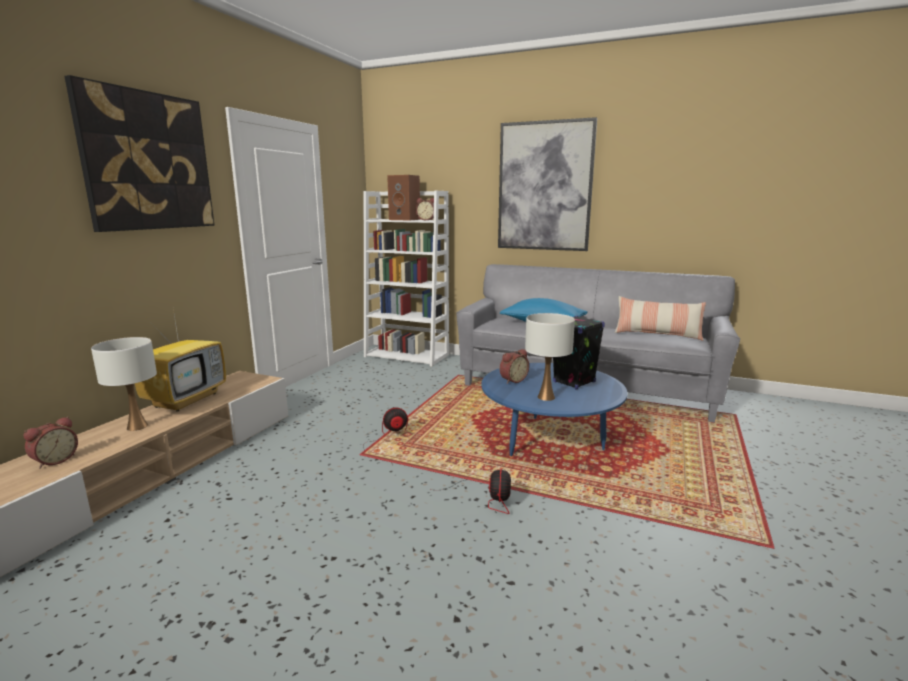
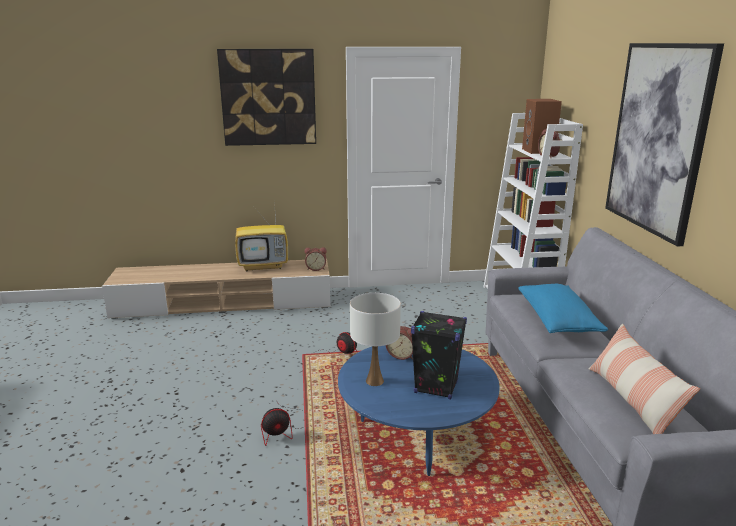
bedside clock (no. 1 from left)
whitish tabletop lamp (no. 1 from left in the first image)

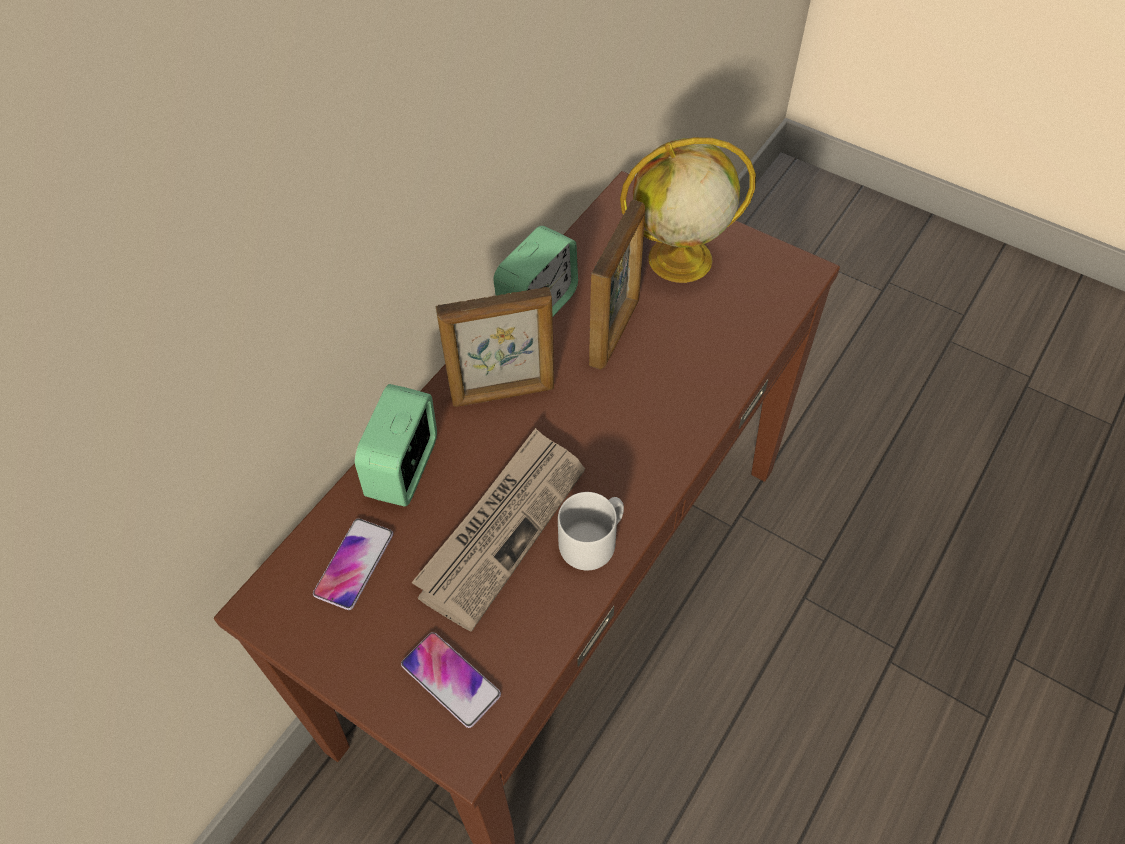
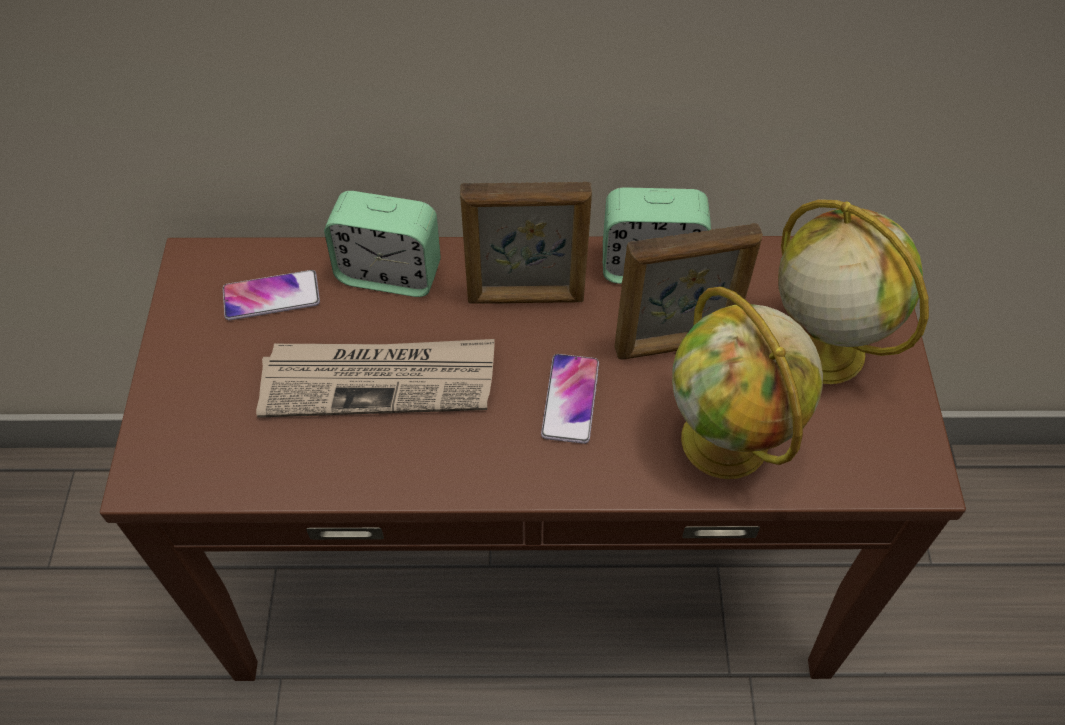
bedside clock (no. 1 from left)
photo frame (no. 1 from left)
telephone (no. 2 from left)
world globe (no. 1 from left)
grey coffee mug

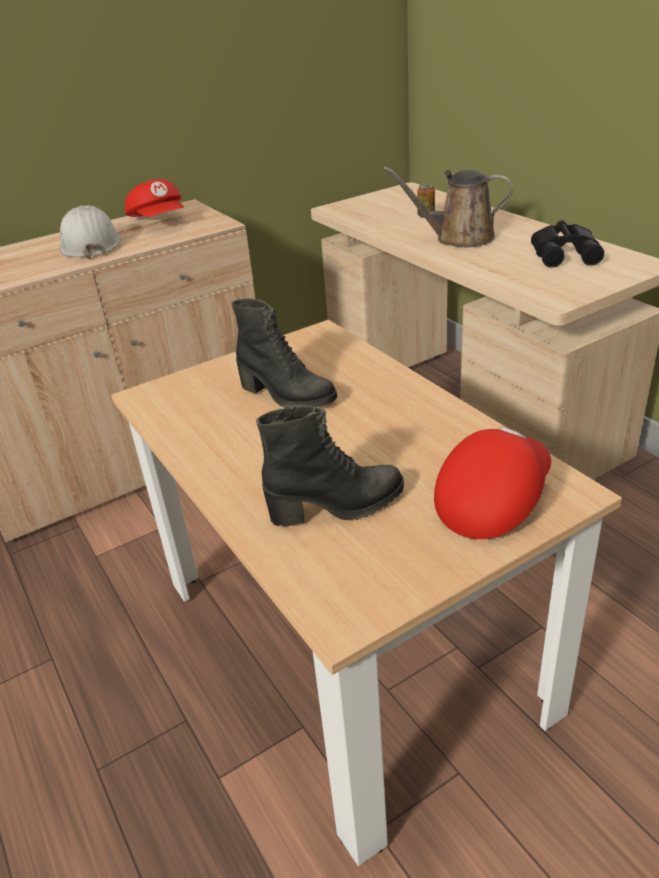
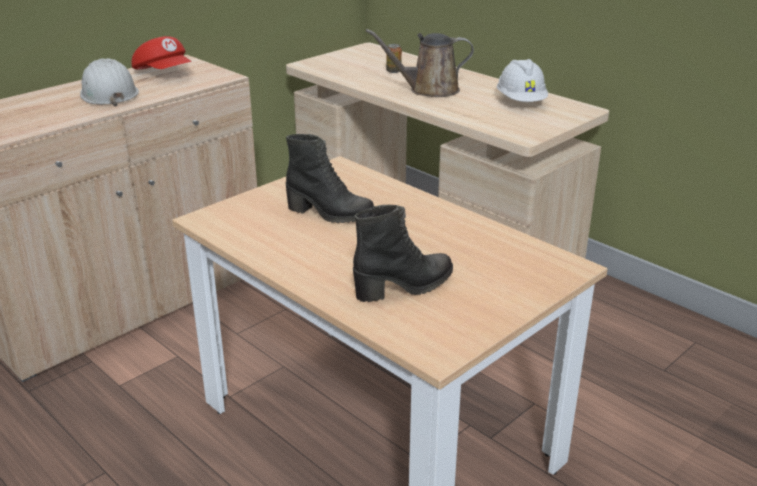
whitish hard hat (no. 2 from left)
red-coloured cap (no. 2 from left in the first image)

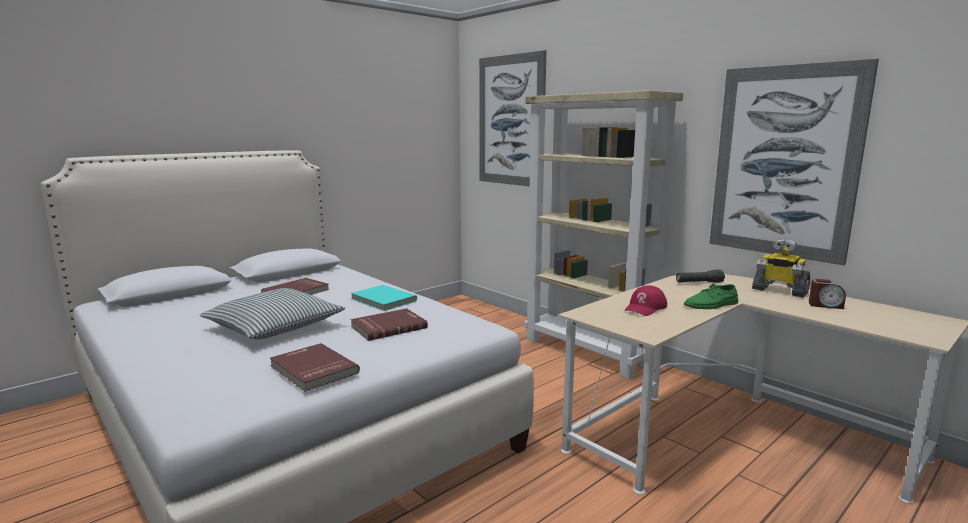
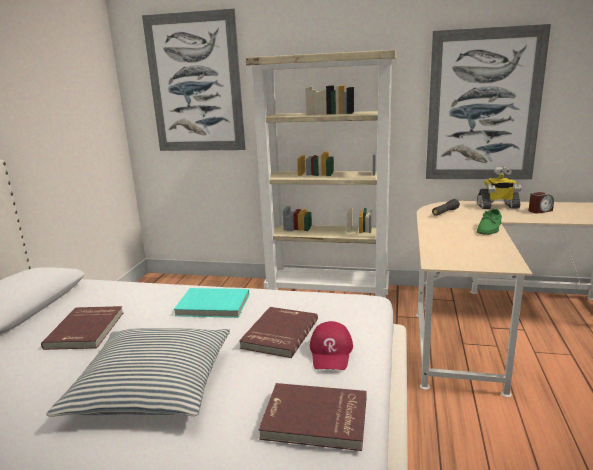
red-coloured cap

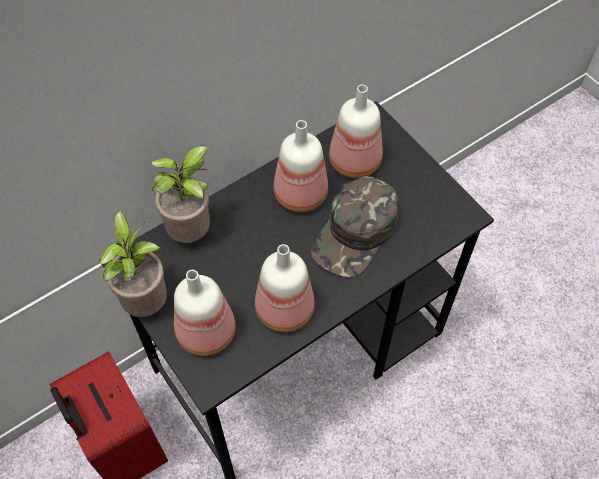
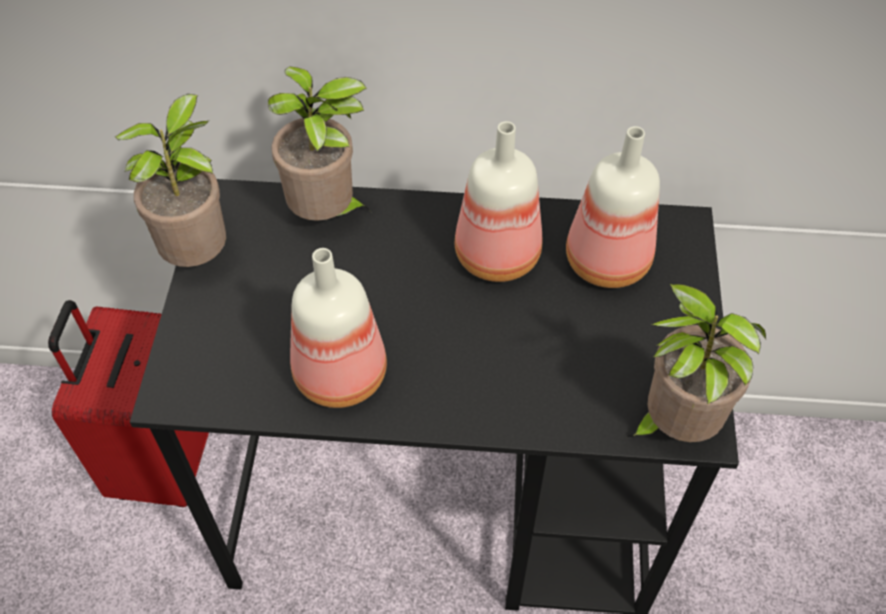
houseplant (no. 3 from left)
beverage bottle (no. 1 from left in the first image)
green cap

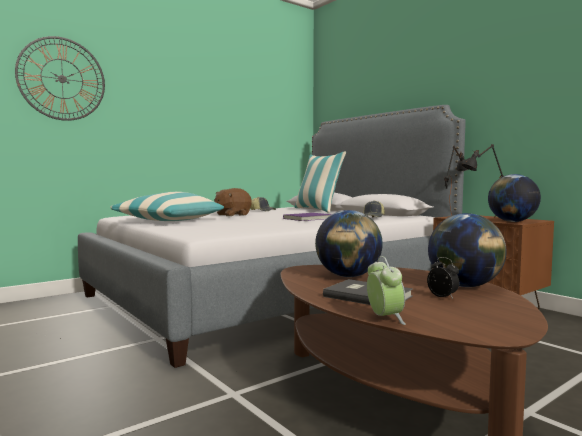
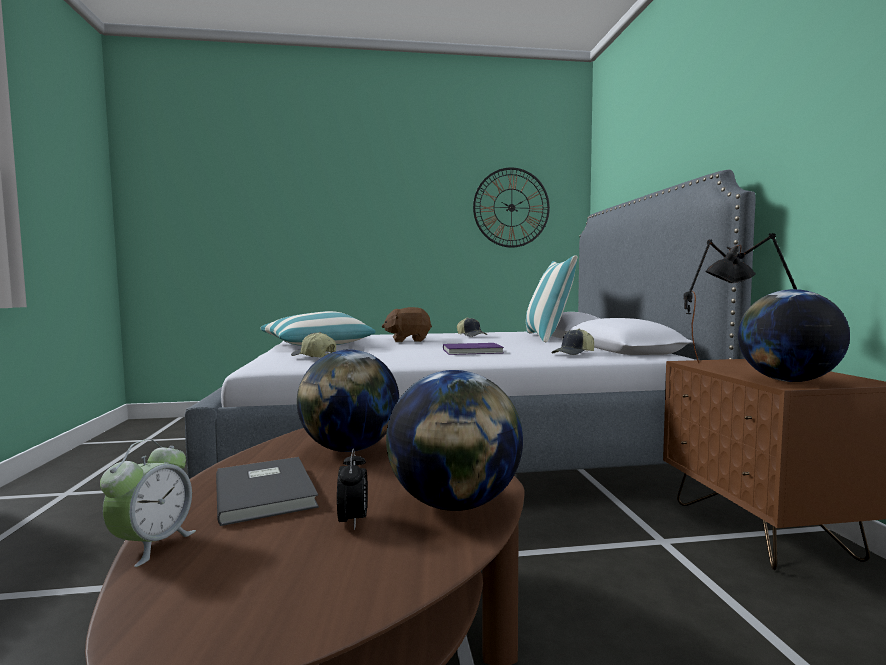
cap (no. 1 from left)
hanging clock

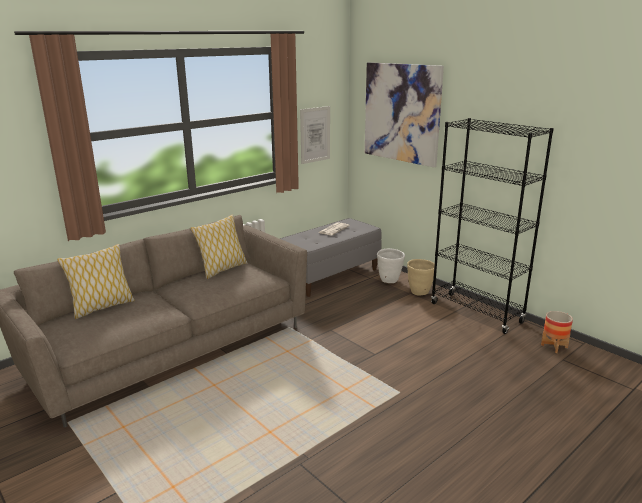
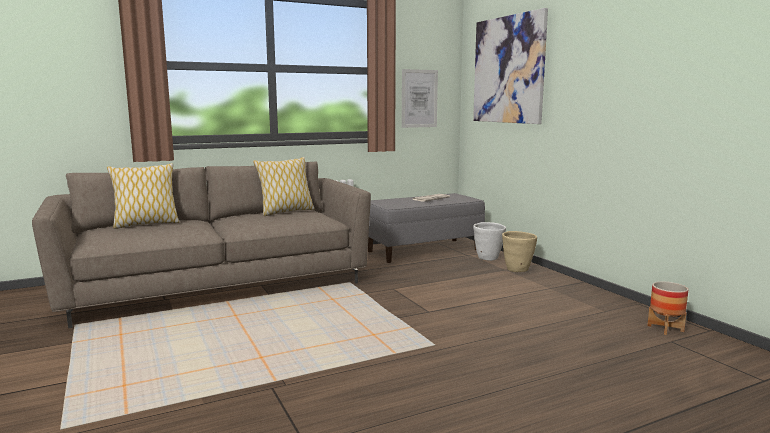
black shelving unit

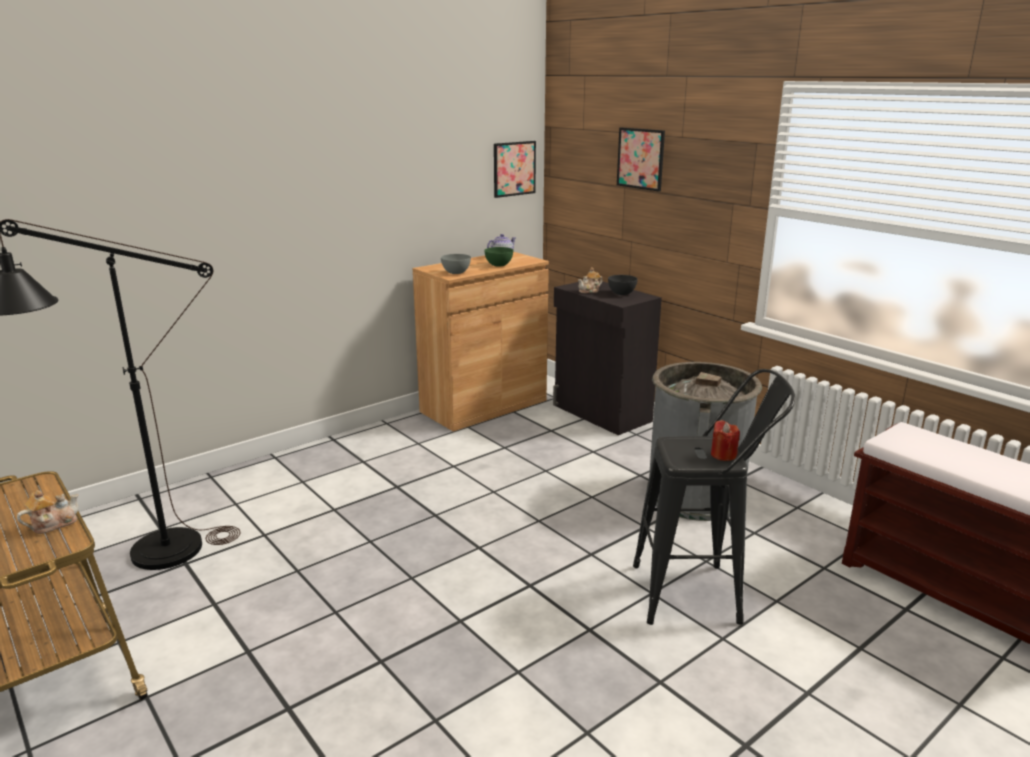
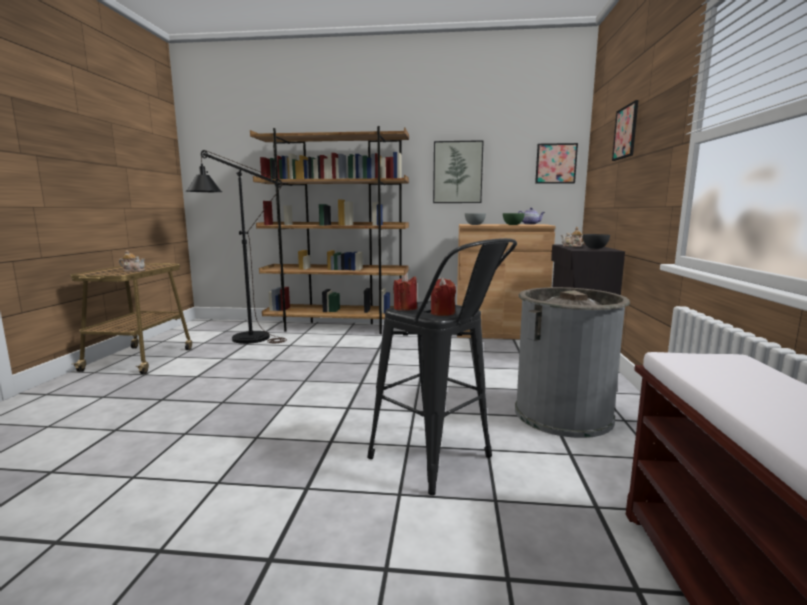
brownish shelving unit
red-coloured wax candle (no. 1 from left)
wall art (no. 1 from left)

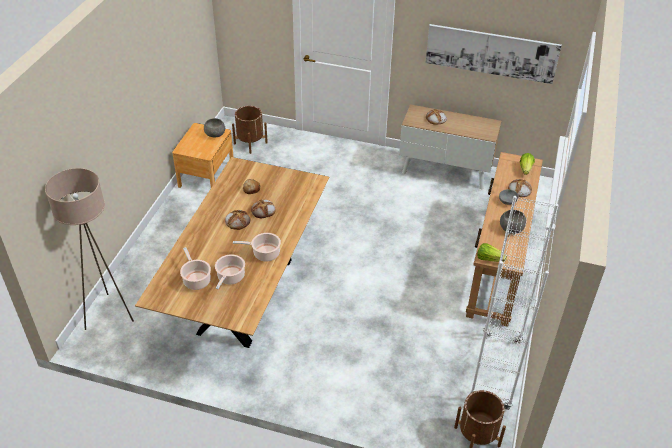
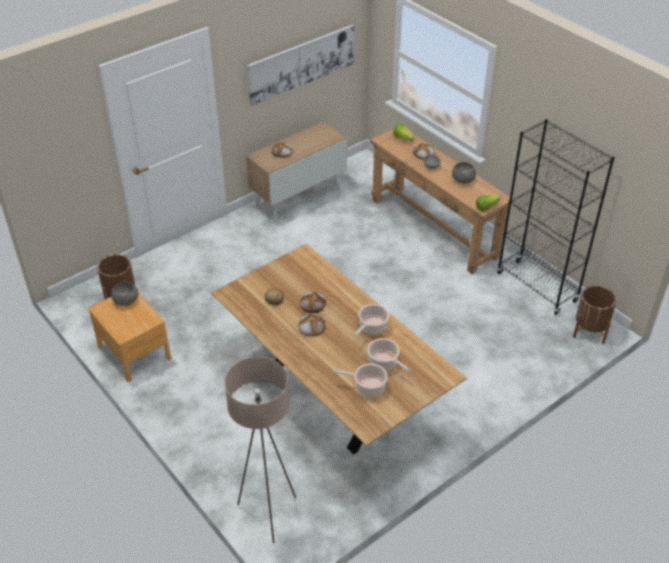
black shelving unit

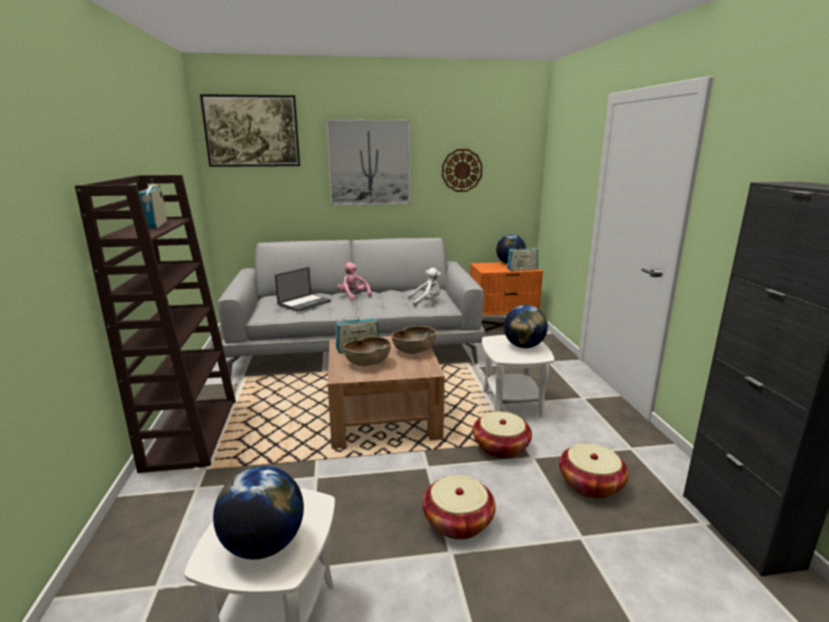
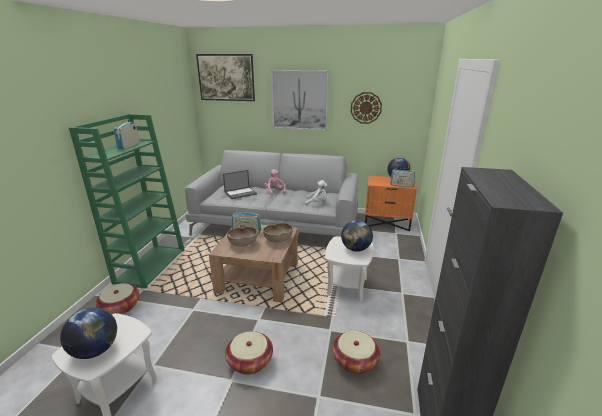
green shelving unit
basket (no. 1 from left)

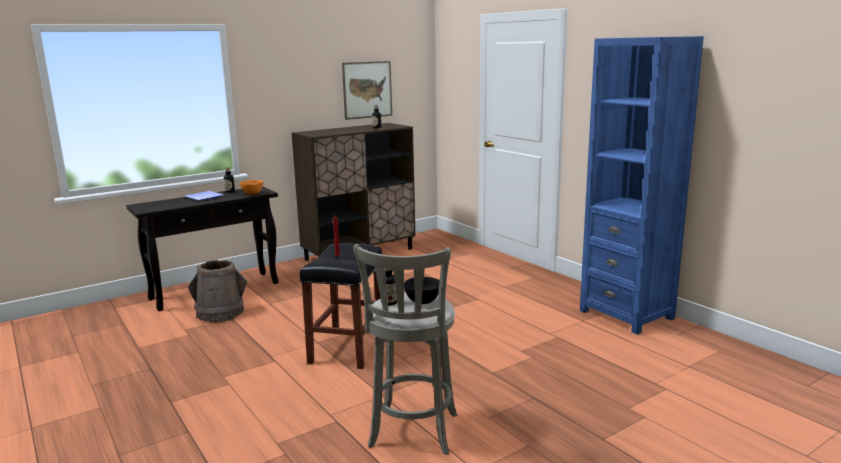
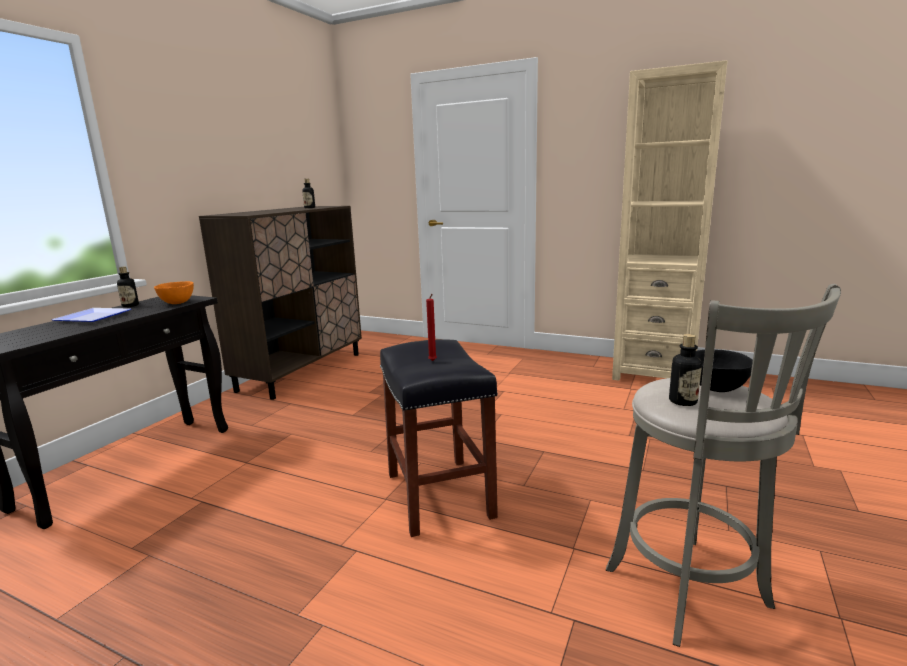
sand-coloured shelving unit
brownish water bucket
wall art

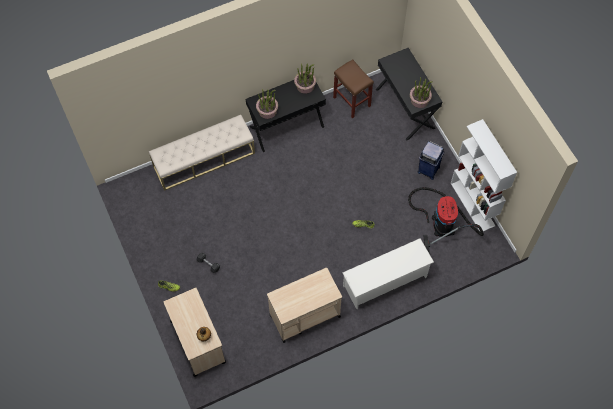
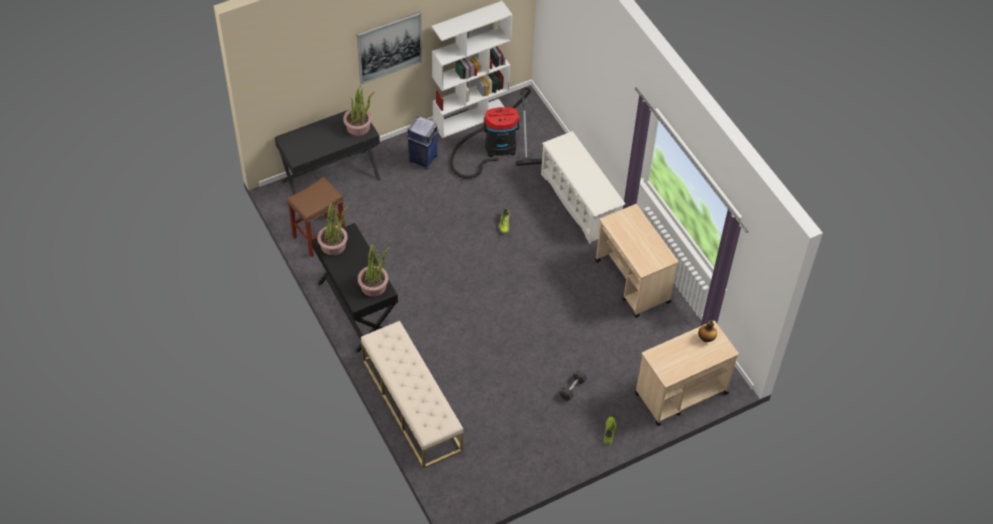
wall art

